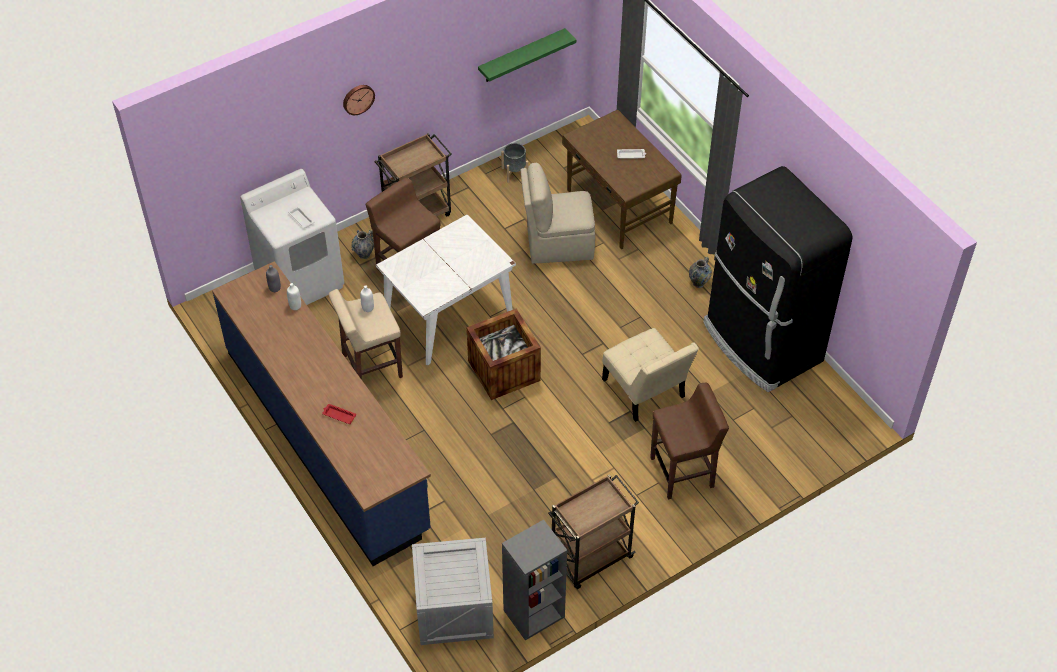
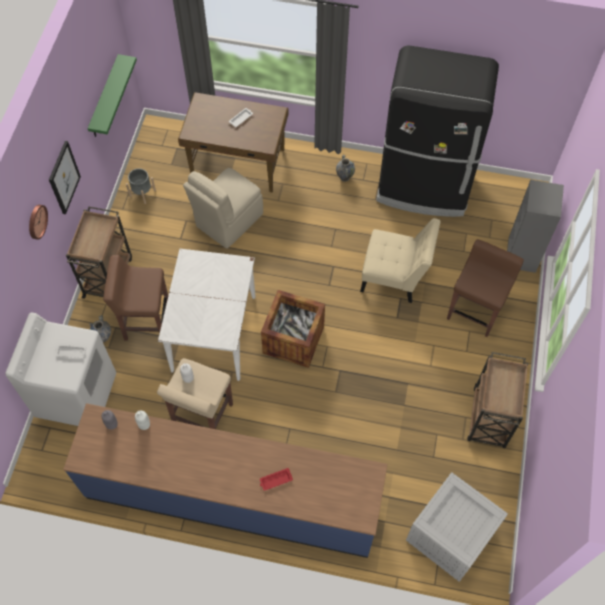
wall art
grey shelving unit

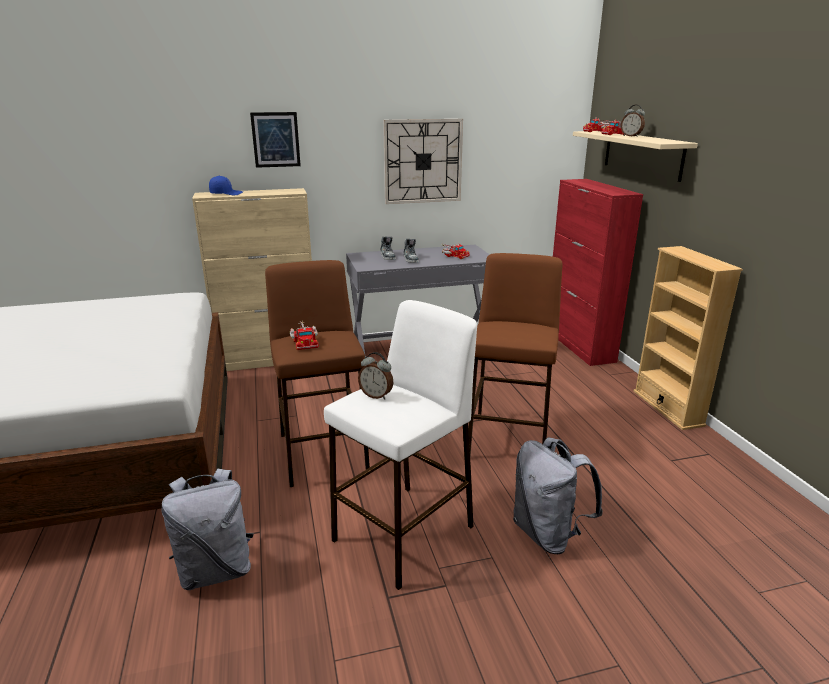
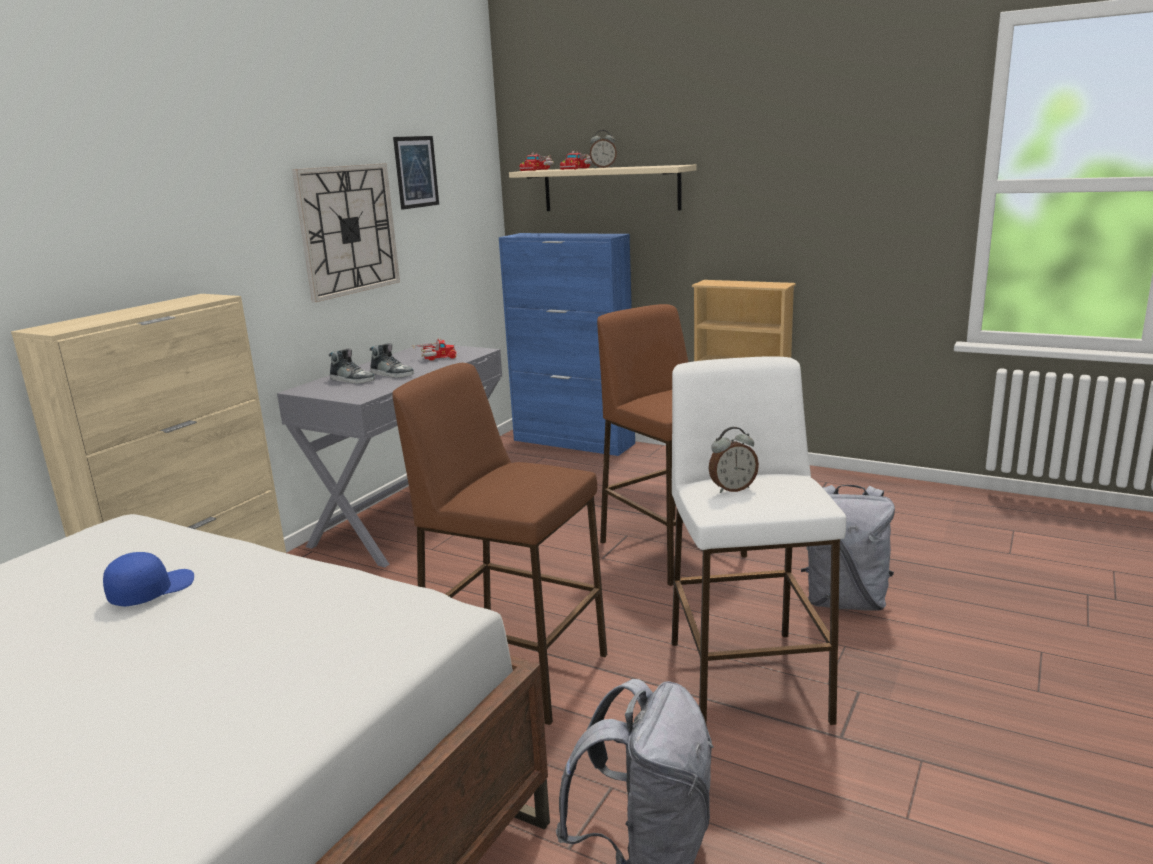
bluish cap
wall art
bluish cupboard
model truck (no. 1 from left in the first image)

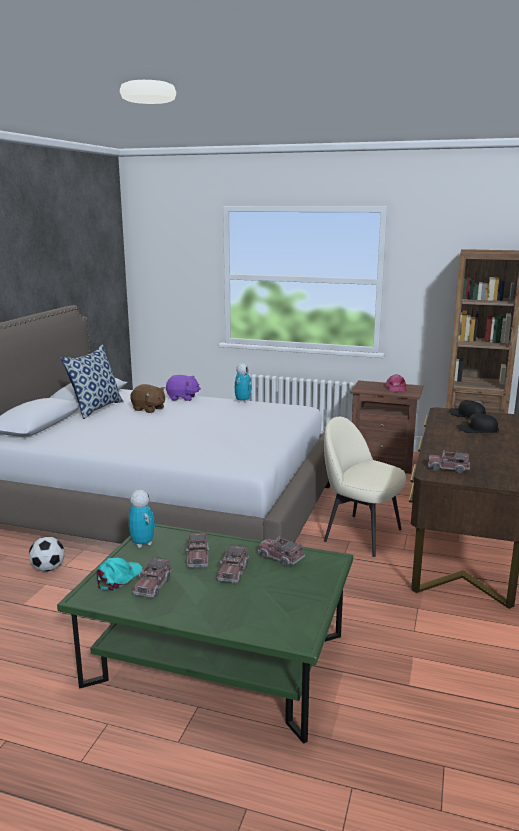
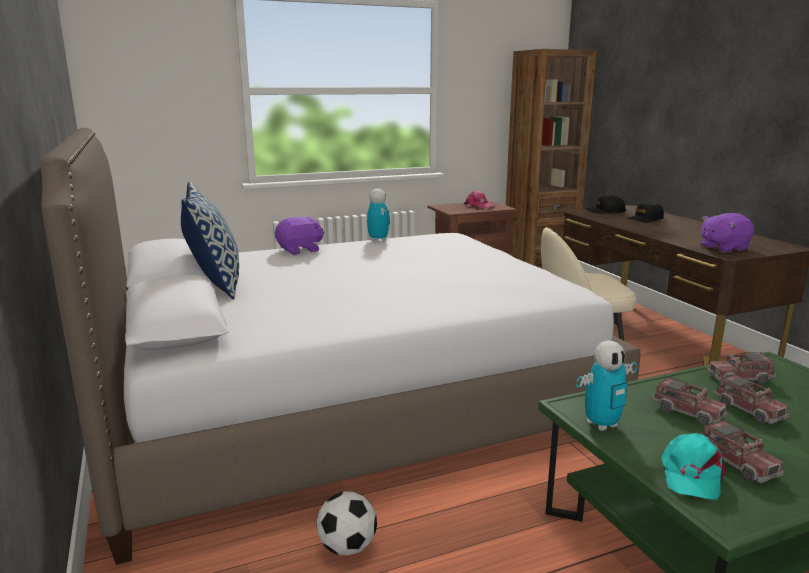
robot figure (no. 2 from left)
blue-green cap
purple-coloured cuddly toy (no. 2 from left)
brownish cuddly toy

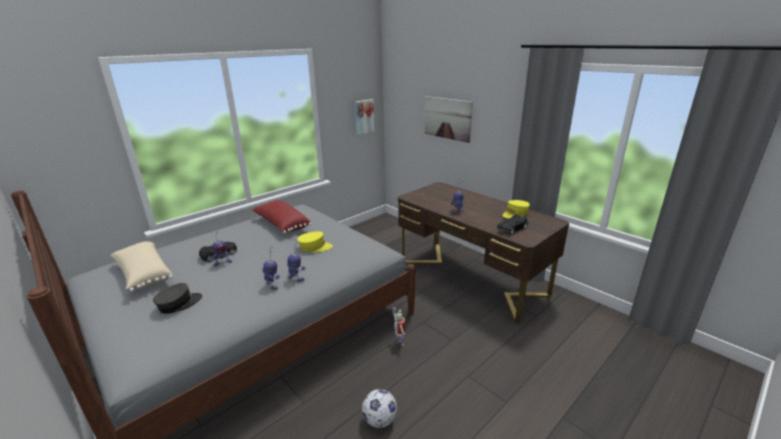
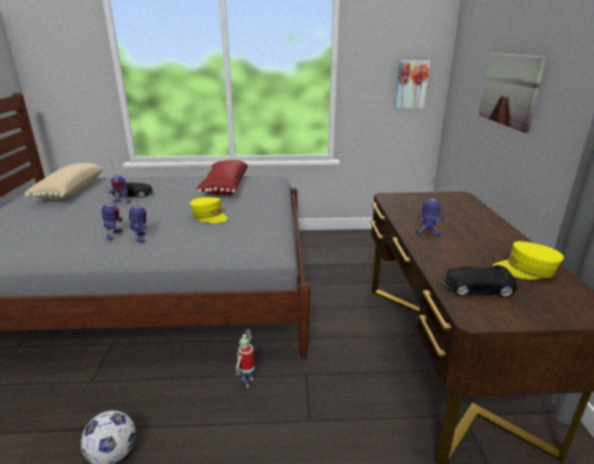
grey cap

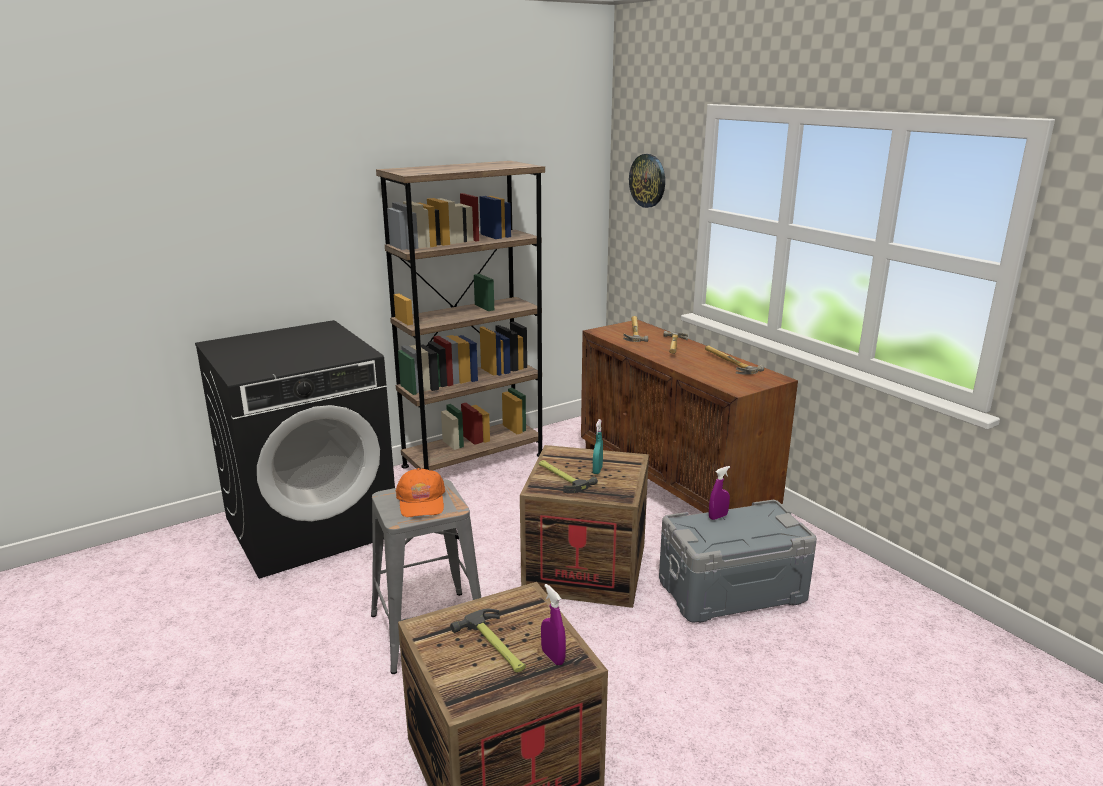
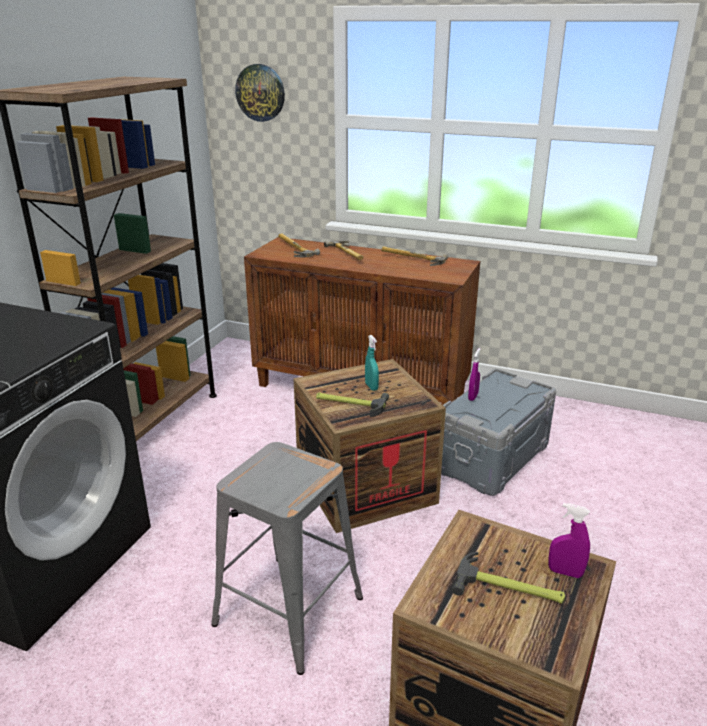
orange cap

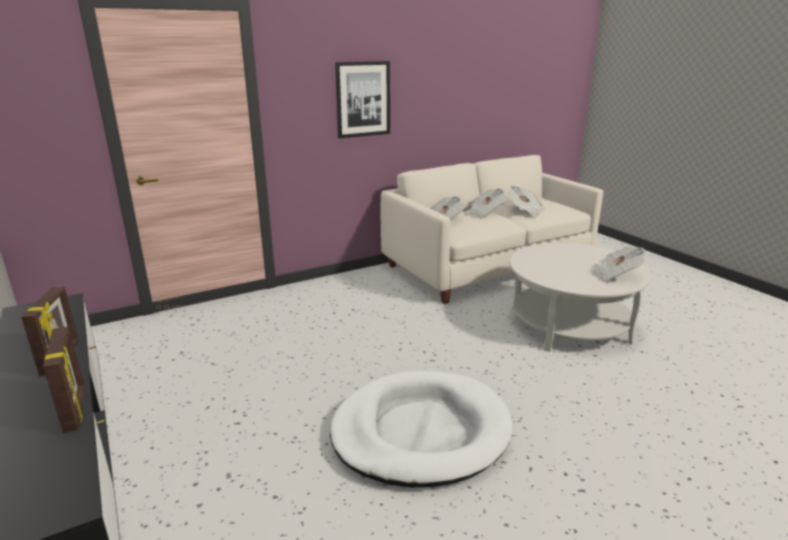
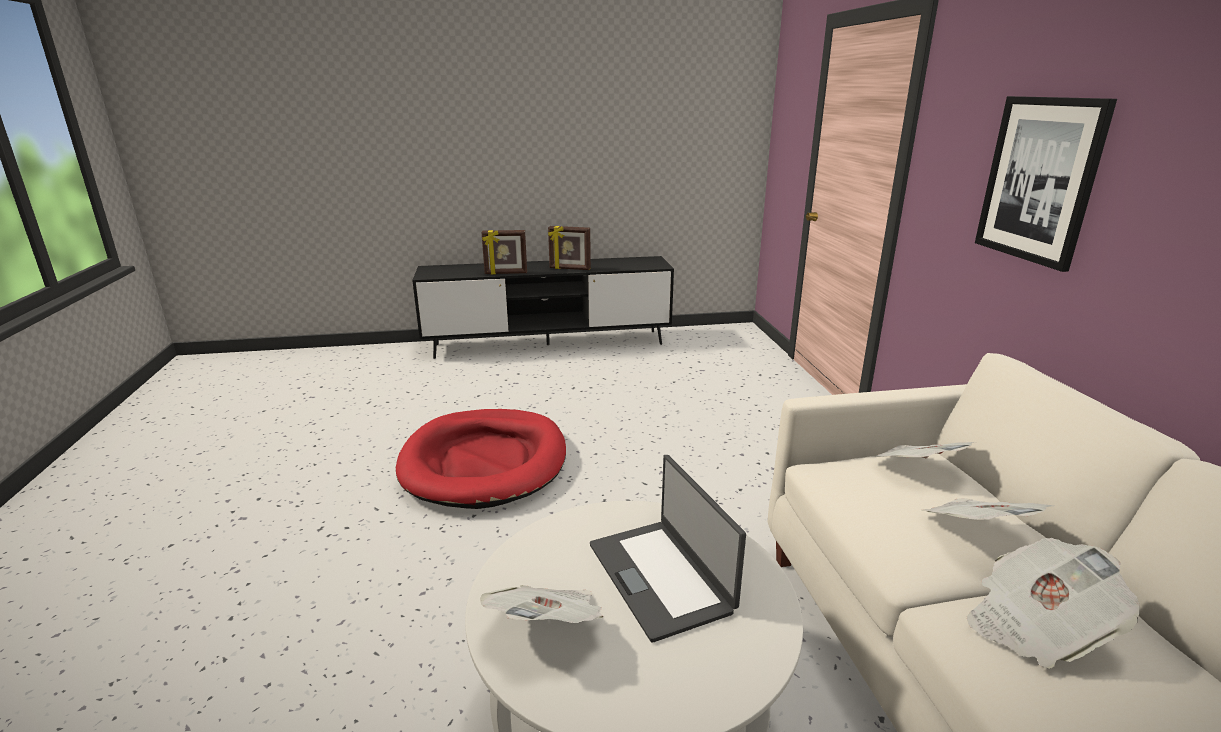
red-coloured dog bed
laptop

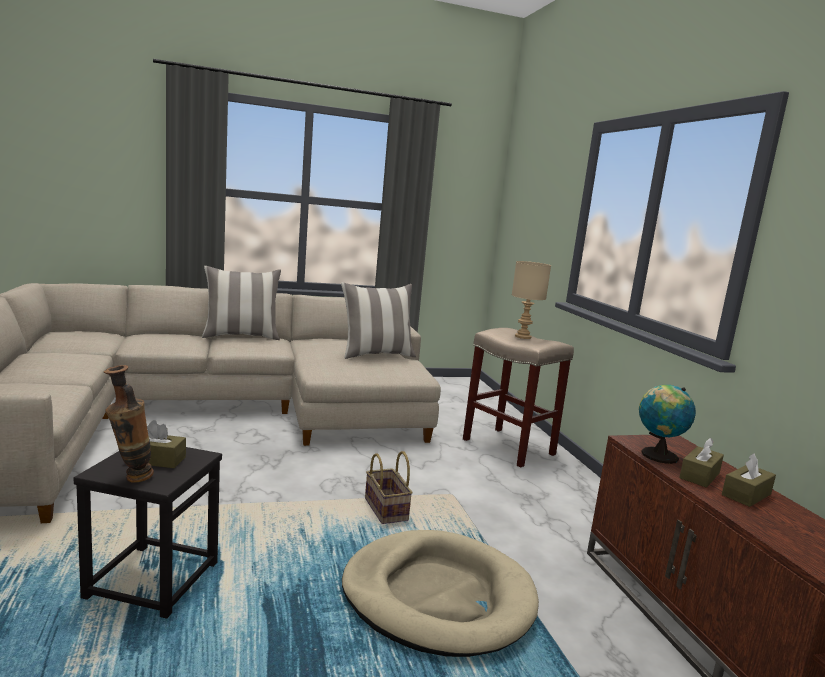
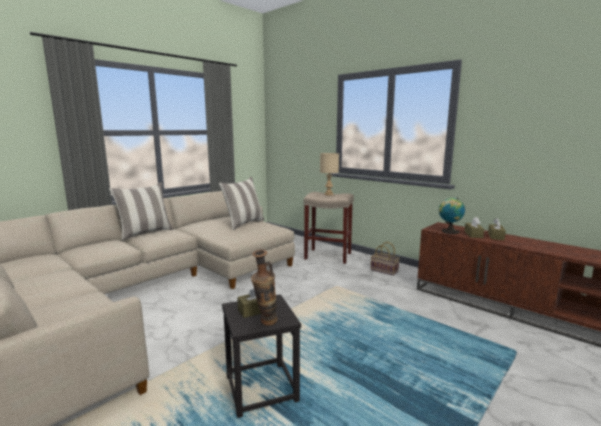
basket
sand-coloured dog bed

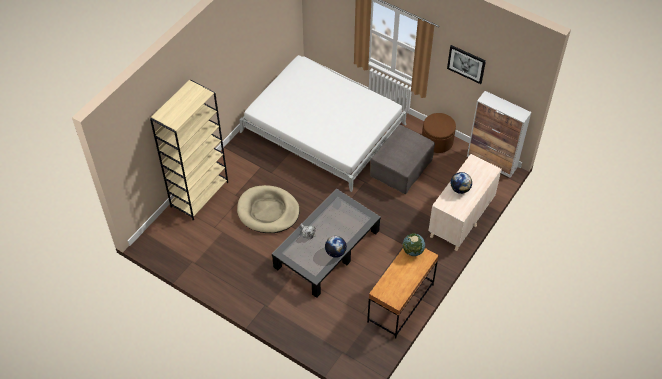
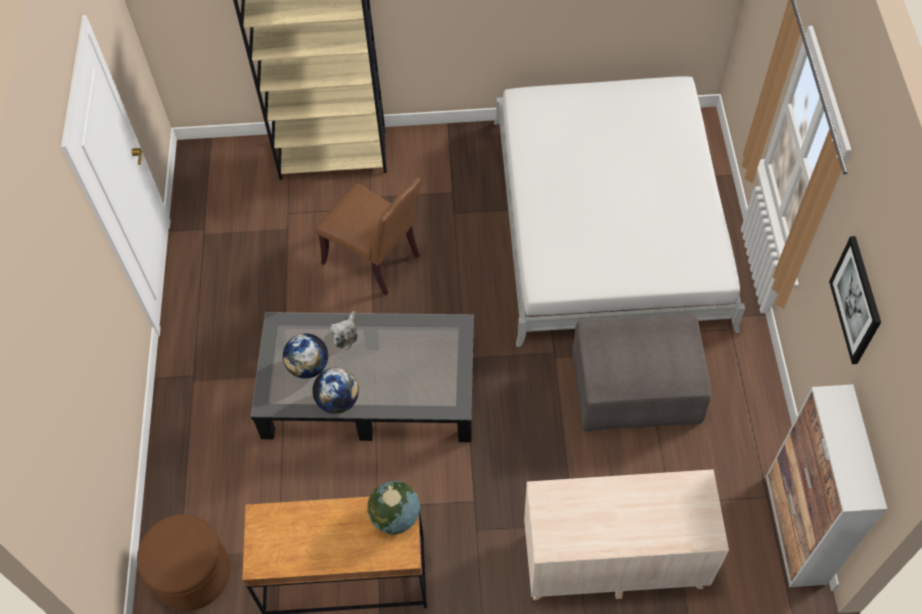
brownish pouffe
world globe (no. 1 from left)
brownish upright chair

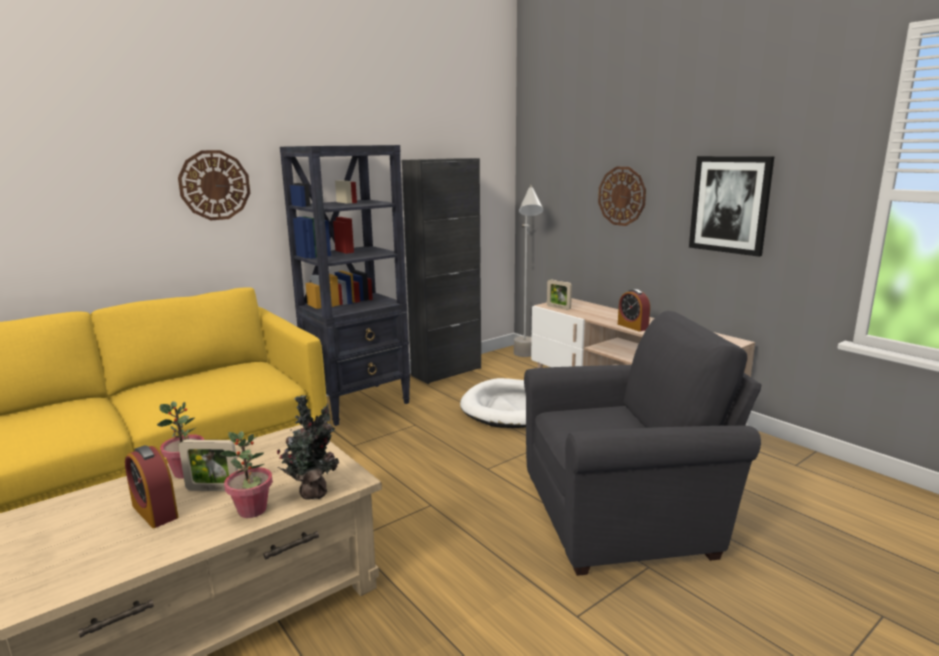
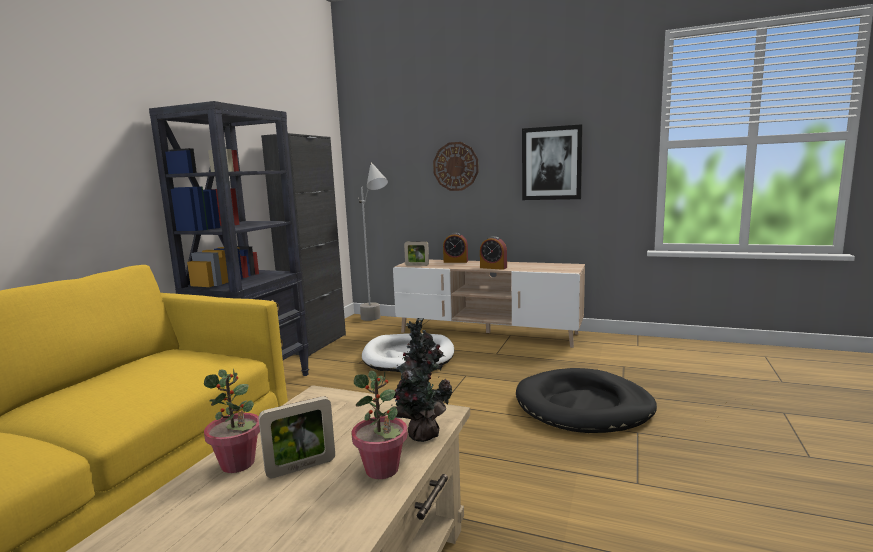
bedside clock (no. 1 from left)
black dog bed
hanging clock (no. 1 from left in the first image)

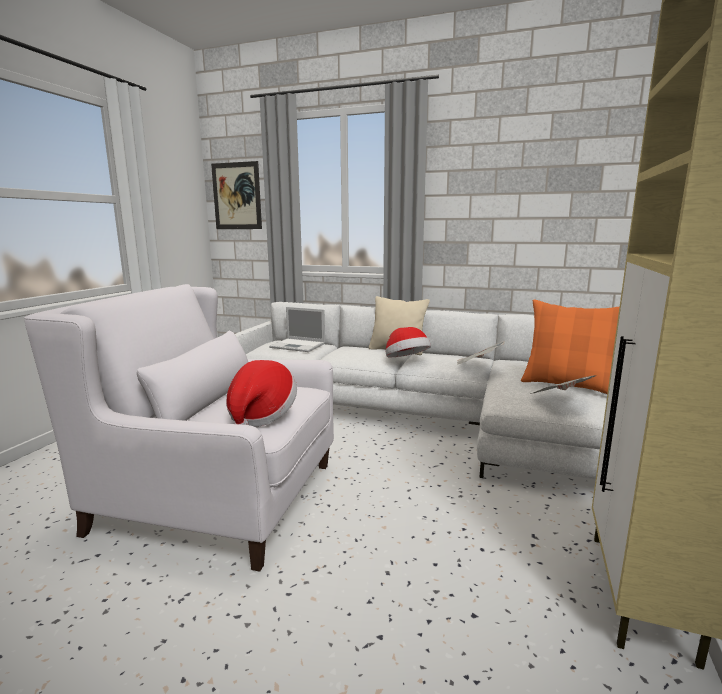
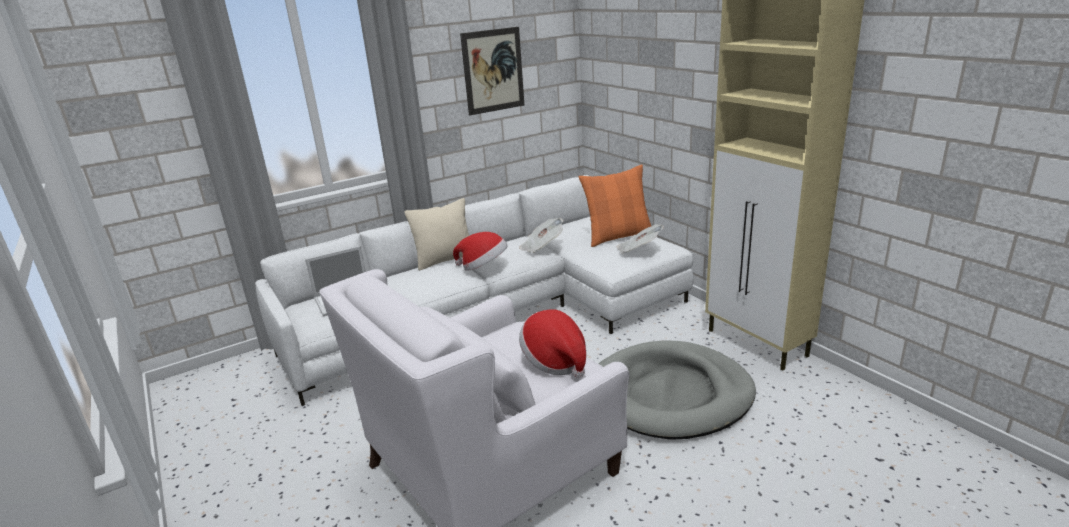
wall art
grey dog bed

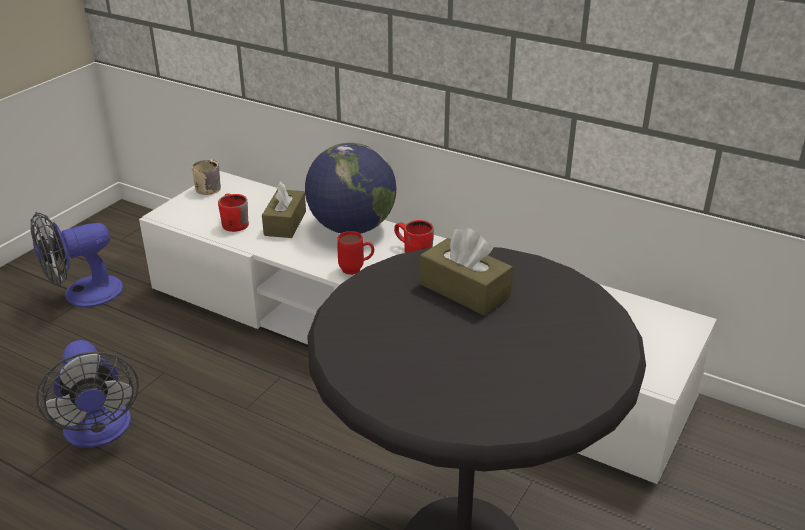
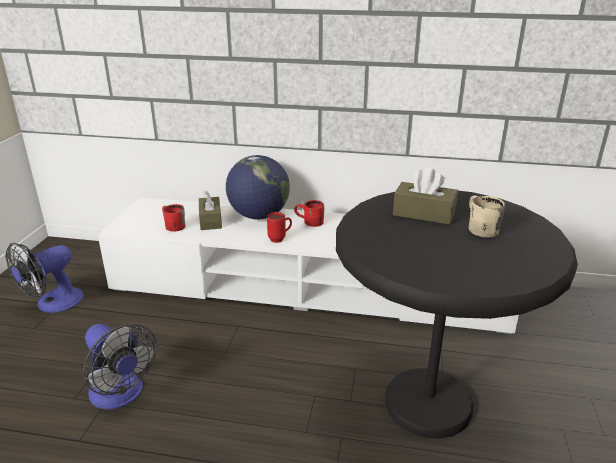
sand-coloured coffee mug

